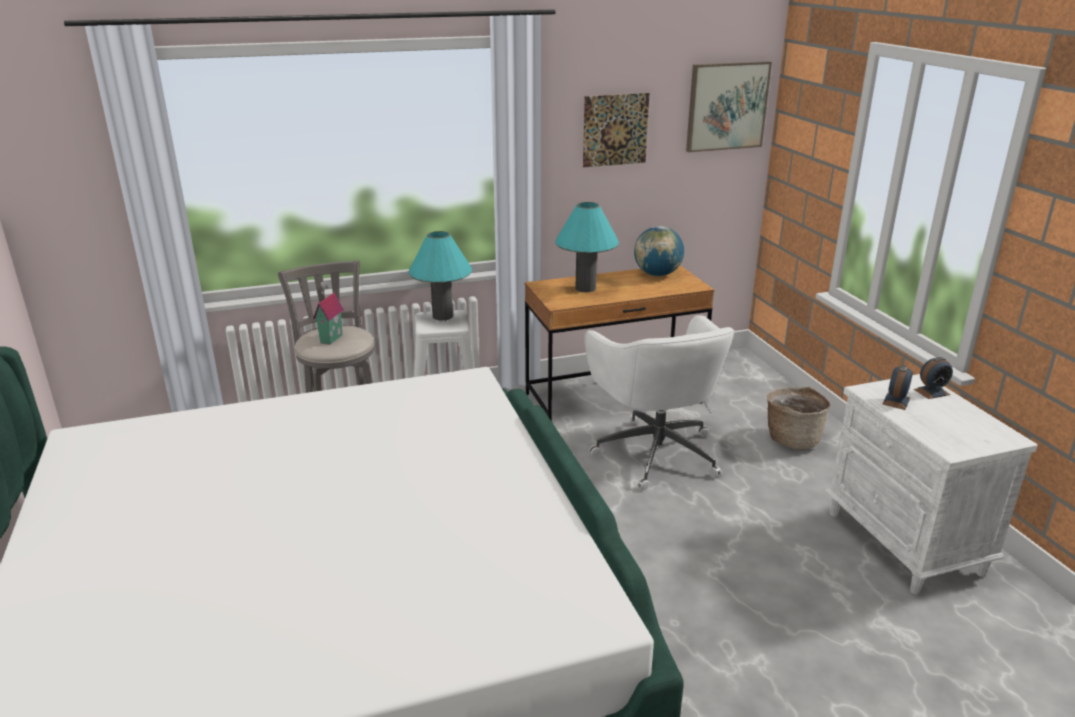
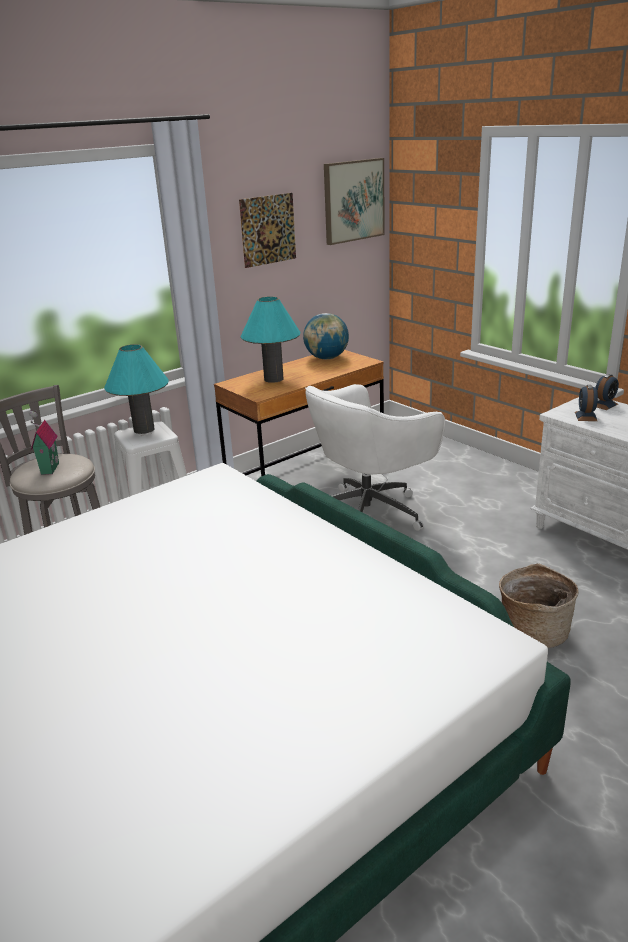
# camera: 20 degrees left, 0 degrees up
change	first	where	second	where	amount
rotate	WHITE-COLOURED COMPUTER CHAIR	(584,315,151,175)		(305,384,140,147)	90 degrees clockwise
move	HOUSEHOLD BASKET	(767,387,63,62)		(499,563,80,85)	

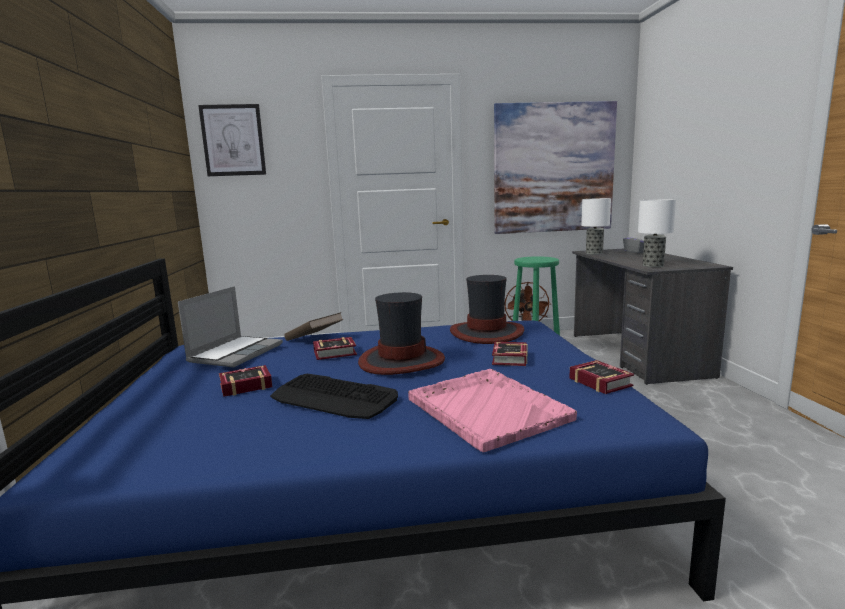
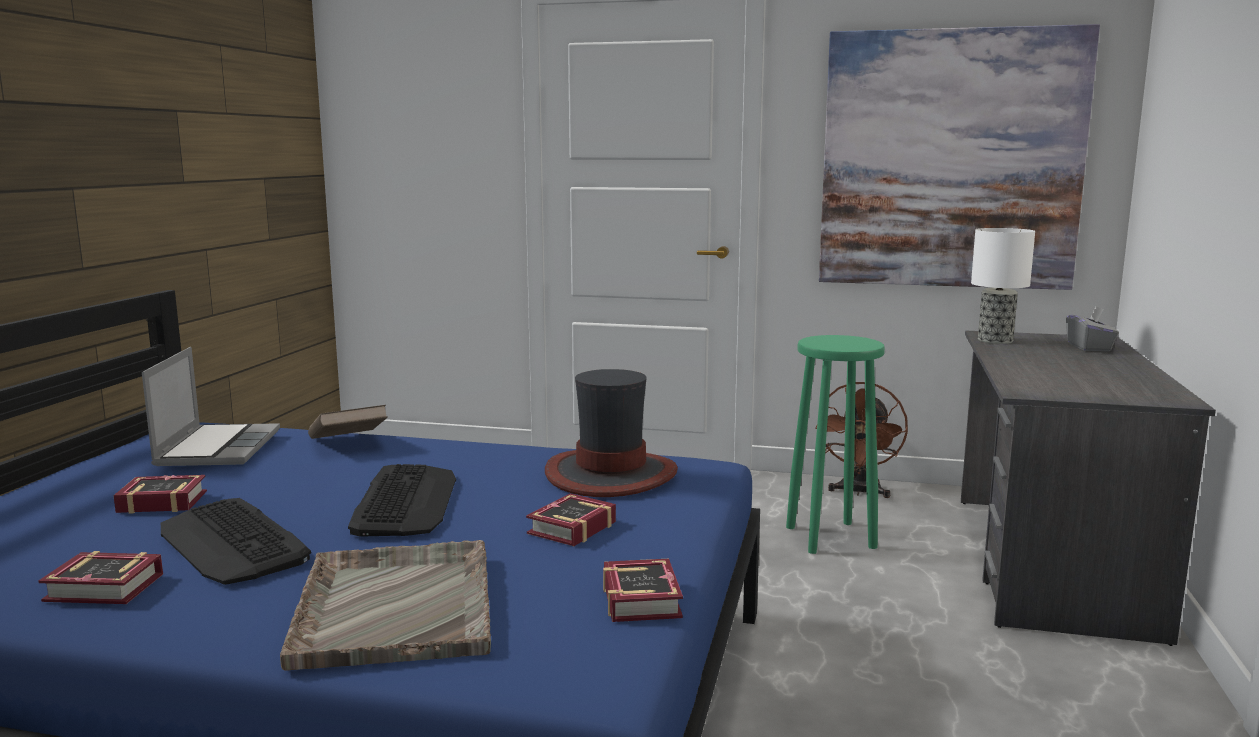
# camera: 20 degrees right, 0 degrees up
change	first	where	second	where	amount
move	BOUND BOOK	(313,337,44,23)		(38,551,125,53)	
rotate	LAPTOP	(178,286,105,82)		(142,347,138,119)	45 degrees counterclockwise
recolor	PINKISH CARRYING TRAY	(408,369,169,83)	GRAY CARRYING TRAY	(280,540,211,131)	
replace	CLOTHING HAT	(358,292,87,83)	KEYBOARD	(348,464,108,73)	
delete	WALL ART	(198,104,68,72)			
delete	TABLETOP LAMP	(638,199,38,68)			

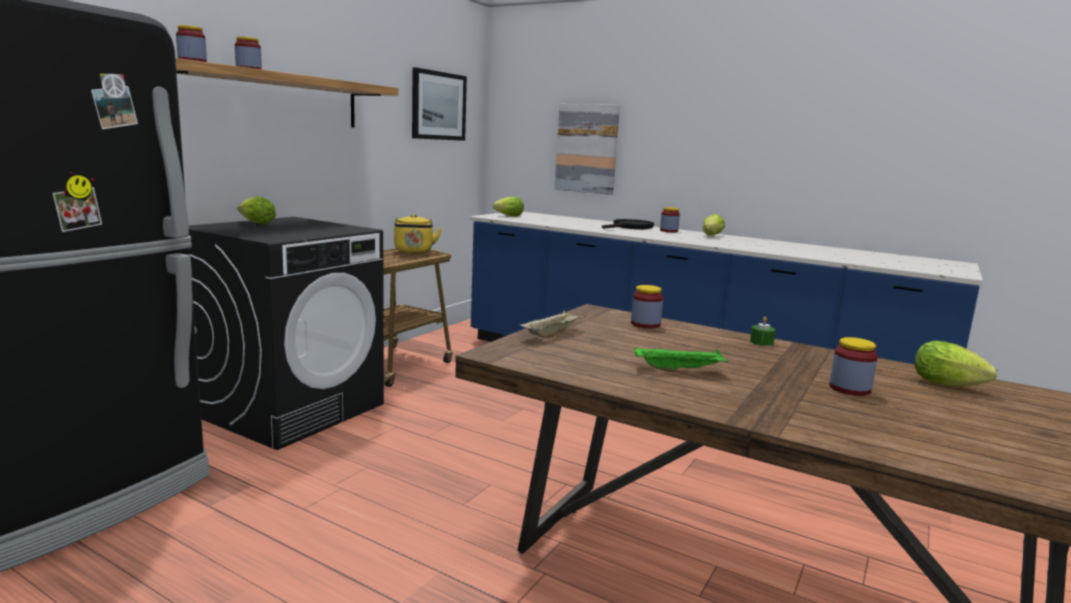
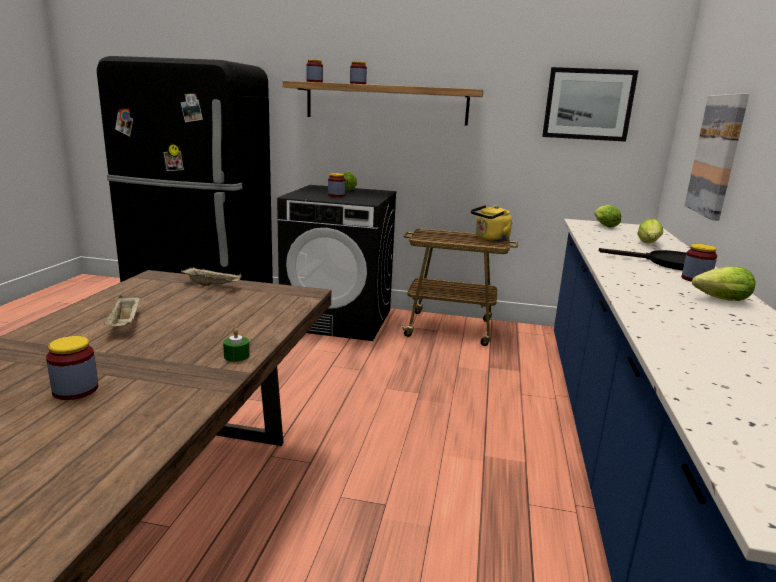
# camera: 70 degrees right, 5 degrees up
change	first	where	second	where	amount
recolor	GREEN-COLOURED CARRYING TRAY	(634,347,95,26)	BEIGE-COLOURED CARRYING TRAY	(104,295,36,31)	
move	JAR	(631,285,32,43)		(328,173,17,24)	
move	HEAD OF LETTUCE	(915,341,83,46)		(637,218,26,25)	

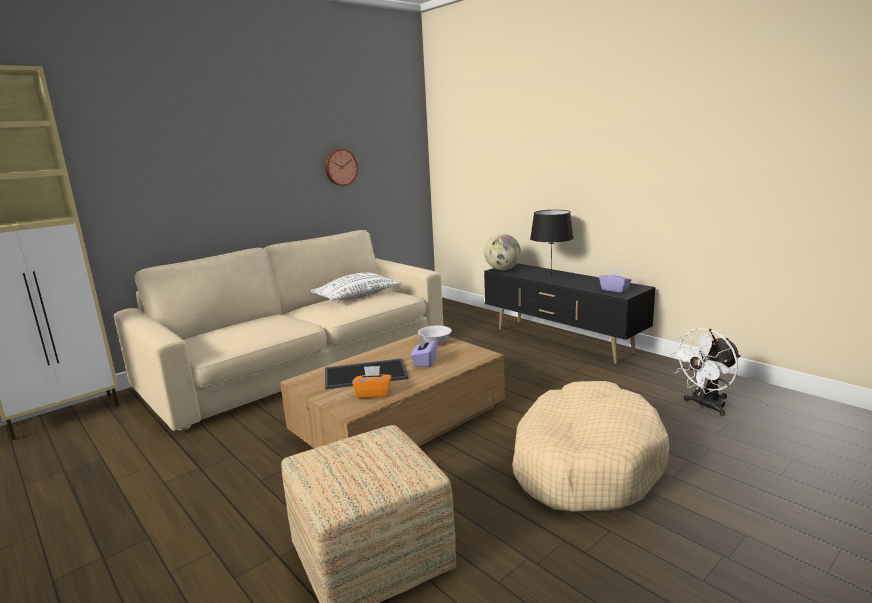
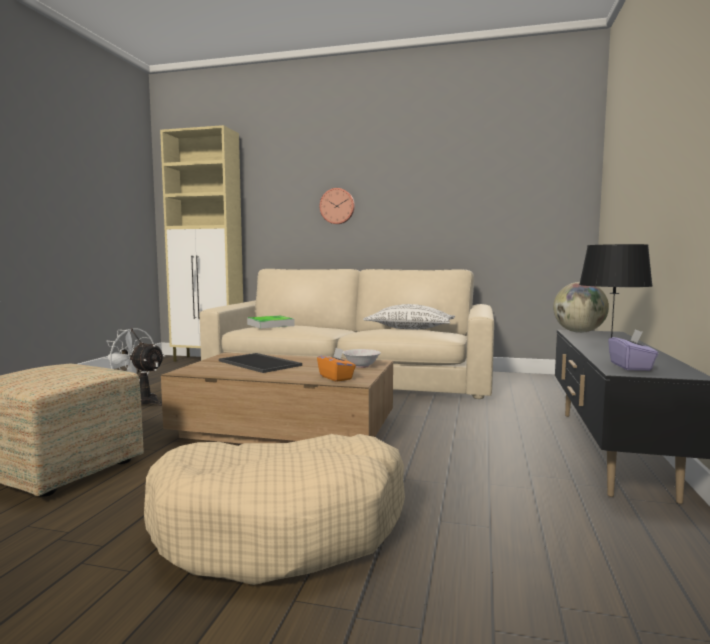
# camera: 55 degrees right, 10 degrees down
change	first	where	second	where	amount
move	WHITE-COLOURED ELECTRIC FAN	(670,328,71,88)		(102,328,63,78)	
insert			CARRYING TRAY	(247,316,48,13)	
move	ORANGEY BOX OF TISSUES	(352,366,40,32)		(317,348,39,34)	
move	WALL CLOCK	(325,149,33,37)		(319,188,36,36)	
delete	PURPLE-COLOURED BOX OF TISSUES	(411,336,26,31)			

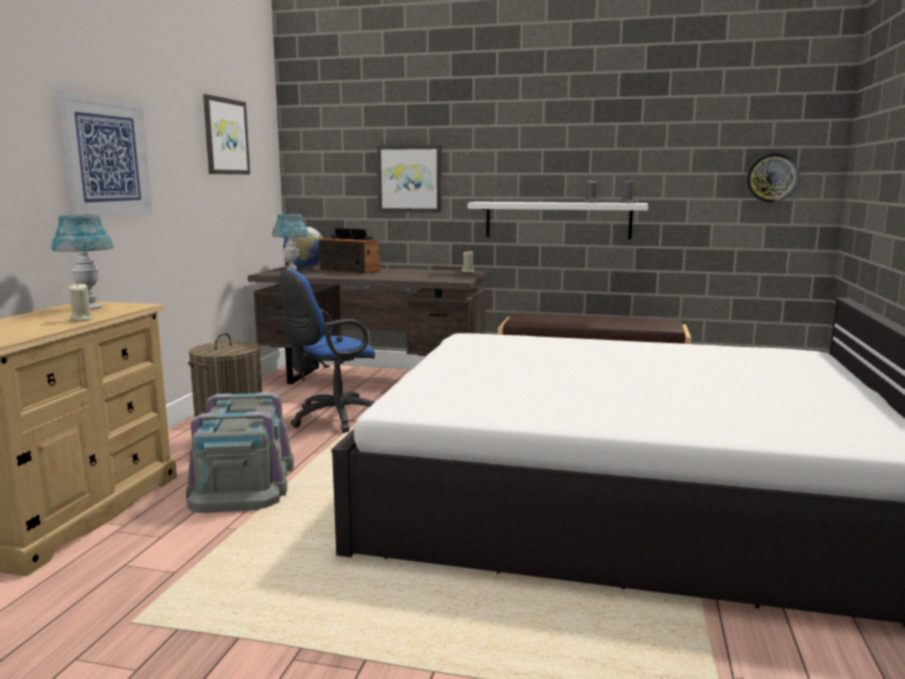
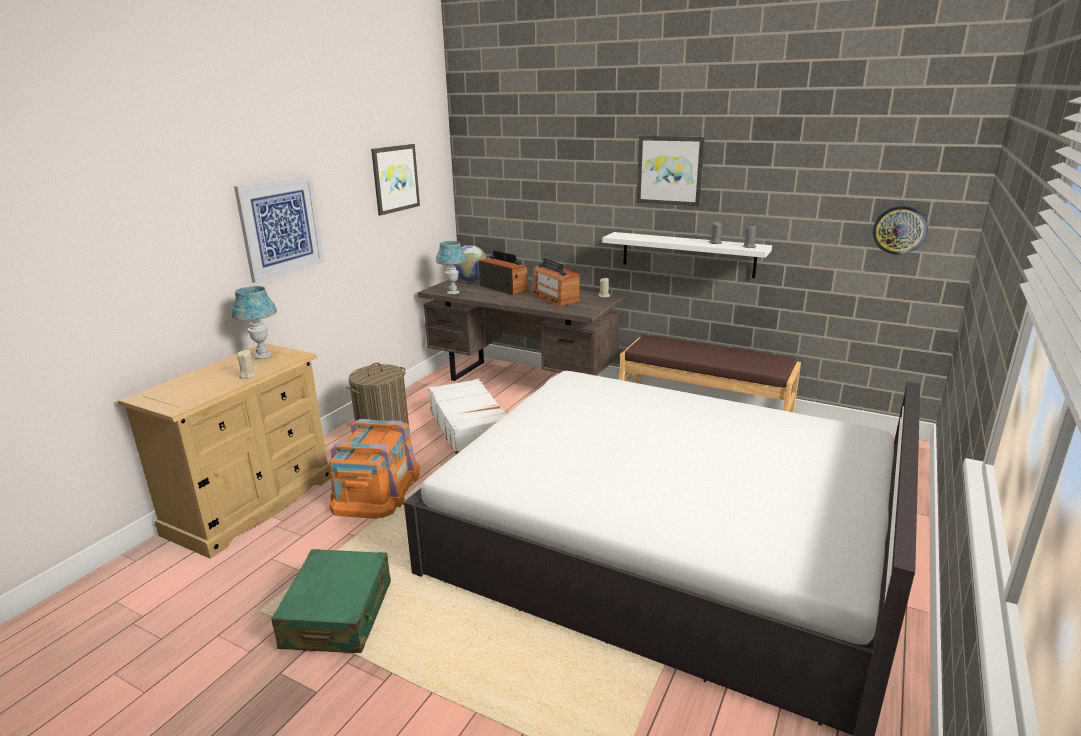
# camera: 15 degrees right, 10 degrees up
change	first	where	second	where	amount
insert			GREEN-COLOURED SUITCASE	(271,549,120,104)	
recolor	GRAY STORAGE CONTAINER	(186,392,108,121)	ORANGEY STORAGE CONTAINER	(329,419,91,100)	
replace	BLUISH COMPUTER CHAIR	(280,269,95,164)	WHITE-COLOURED SUITCASE	(428,379,79,75)	
insert			RADIO RECEIVER	(532,258,48,49)	
move	WALL ART	(377,145,65,67)		(637,136,68,70)	

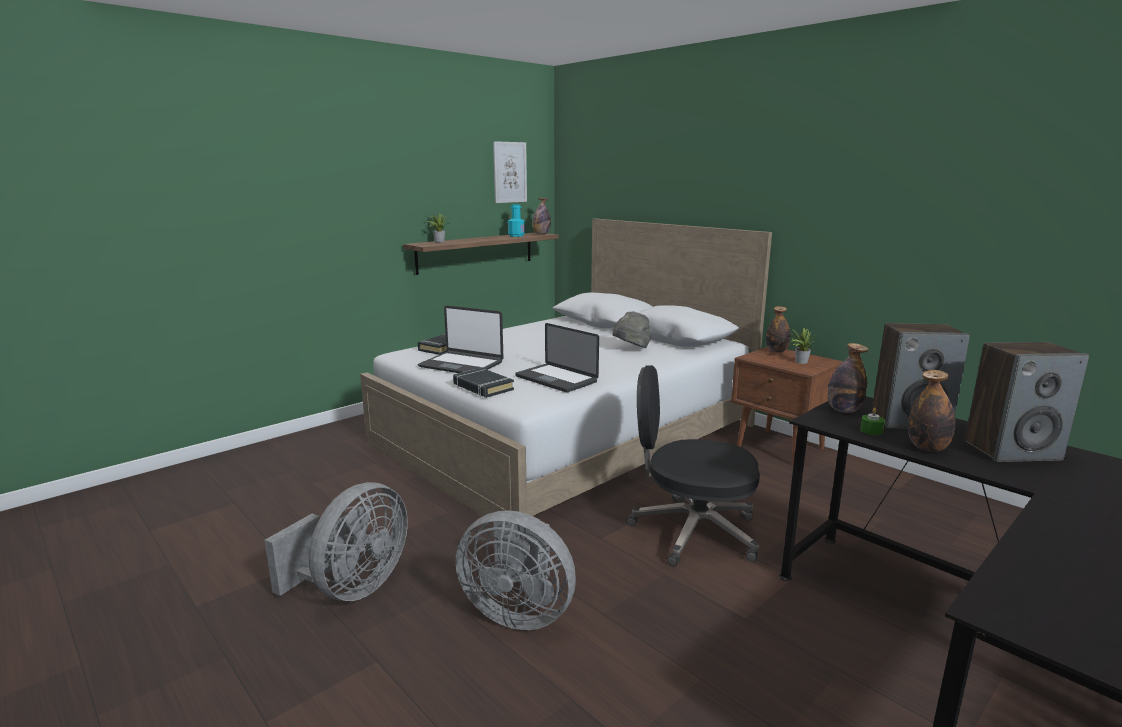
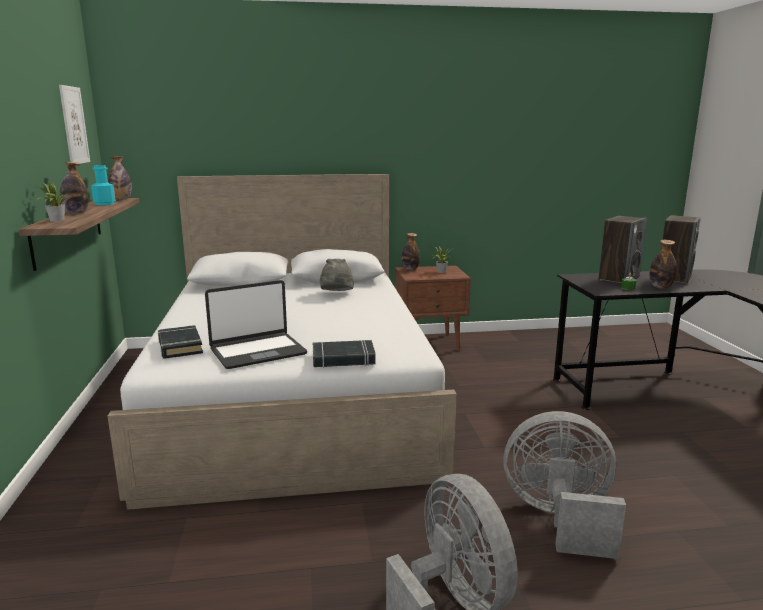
# camera: 55 degrees left, 0 degrees up
change	first	where	second	where	amount
move	BEVERAGE BOTTLE	(828,343,40,70)		(60,162,29,51)	
rotate	GRAY ELECTRIC FAN	(456,510,120,120)		(503,411,123,148)	135 degrees counterclockwise
delete	LAPTOP	(515,323,84,70)			
delete	BLACK COMPUTER CHAIR	(626,365,134,202)			

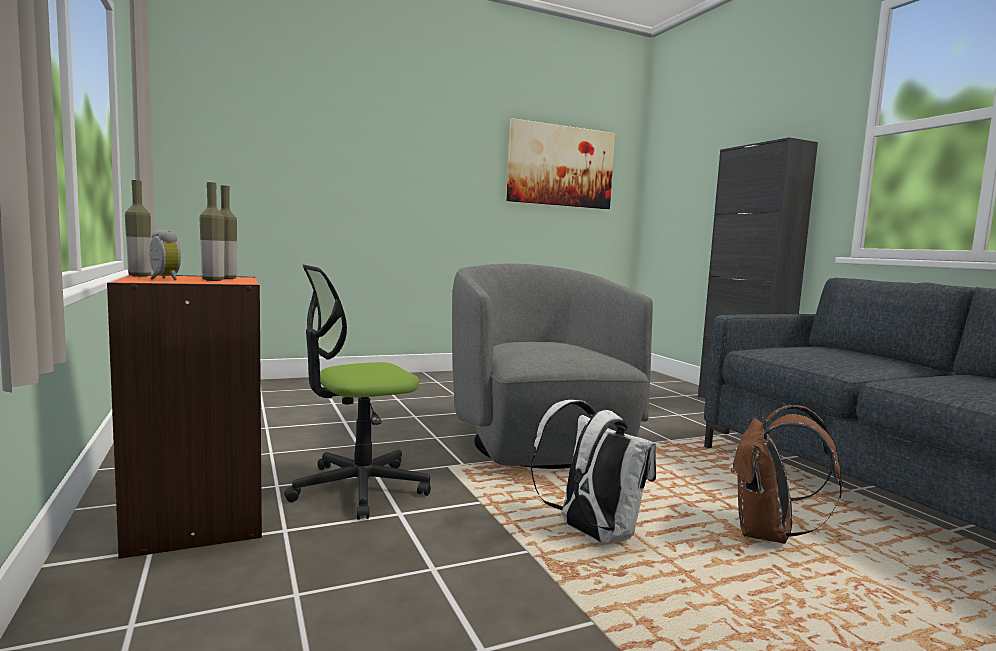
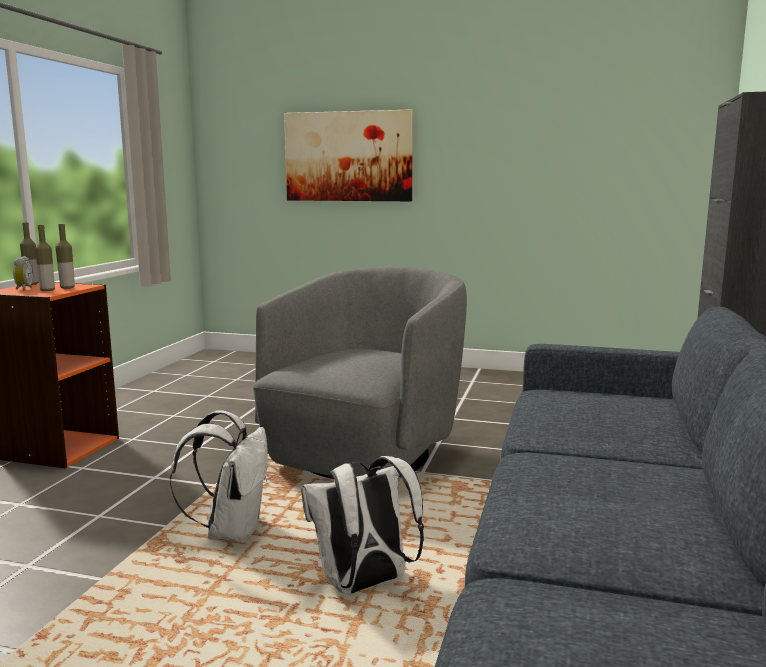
# camera: 40 degrees right, 5 degrees up
change	first	where	second	where	amount
move	WALL ART	(506,118,109,91)		(284,109,129,92)	
recolor	BROWN KNAPSACK	(731,405,112,139)	WHITE-COLOURED KNAPSACK	(301,456,123,138)	
delete	COMPUTER CHAIR	(284,265,147,255)			

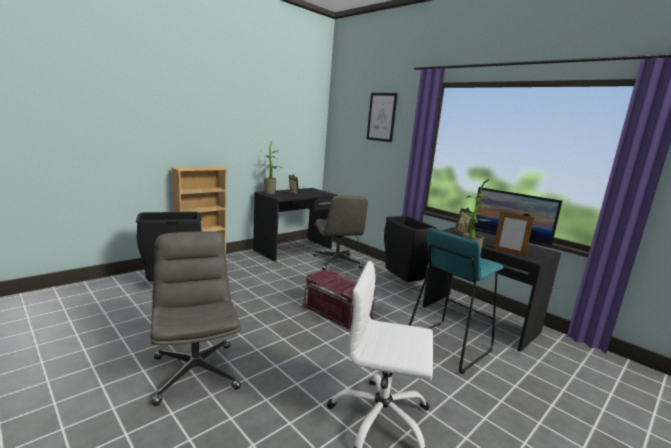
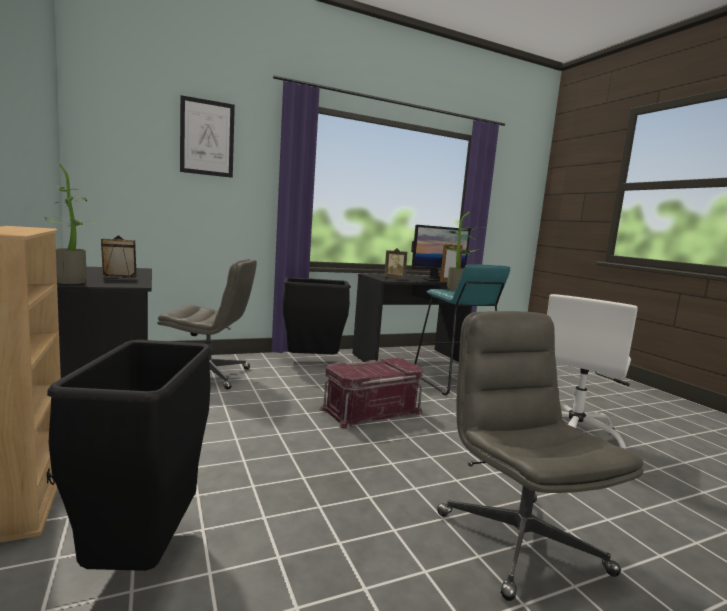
# camera: 70 degrees left, 5 degrees down
change	first	where	second	where	amount
rotate	GRAY COMPUTER CHAIR	(150,231,91,175)		(437,311,207,290)	75 degrees clockwise

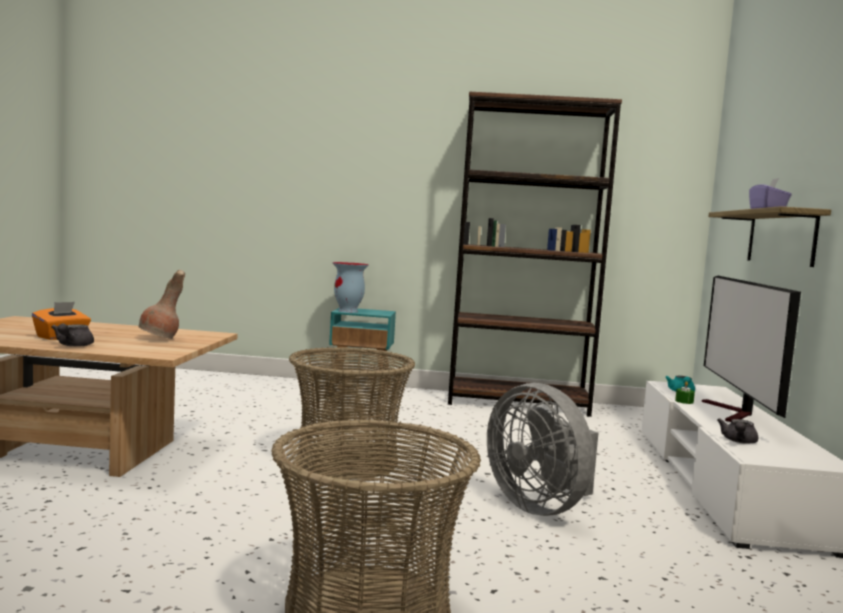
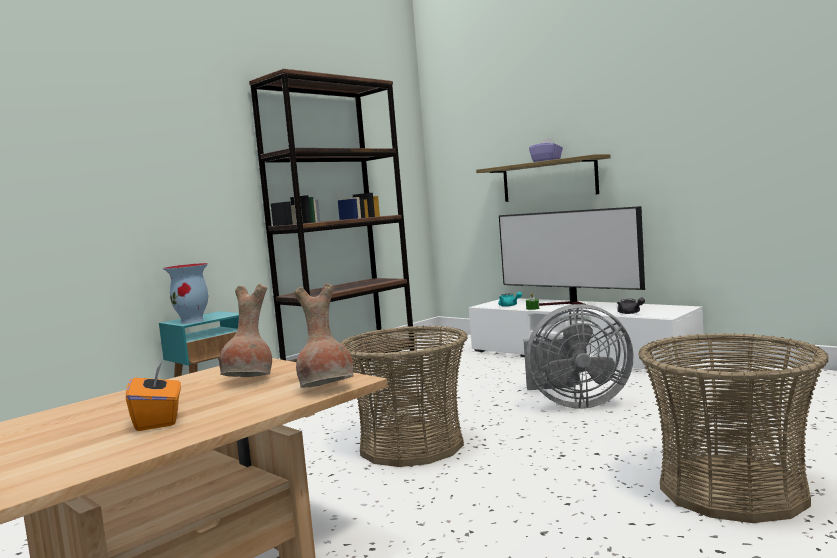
# camera: 50 degrees left, 0 degrees up
change	first	where	second	where	amount
insert			BROWN FLOWER VASE	(294,283,59,105)	
delete	GRAY TEAPOT	(51,323,43,24)			

